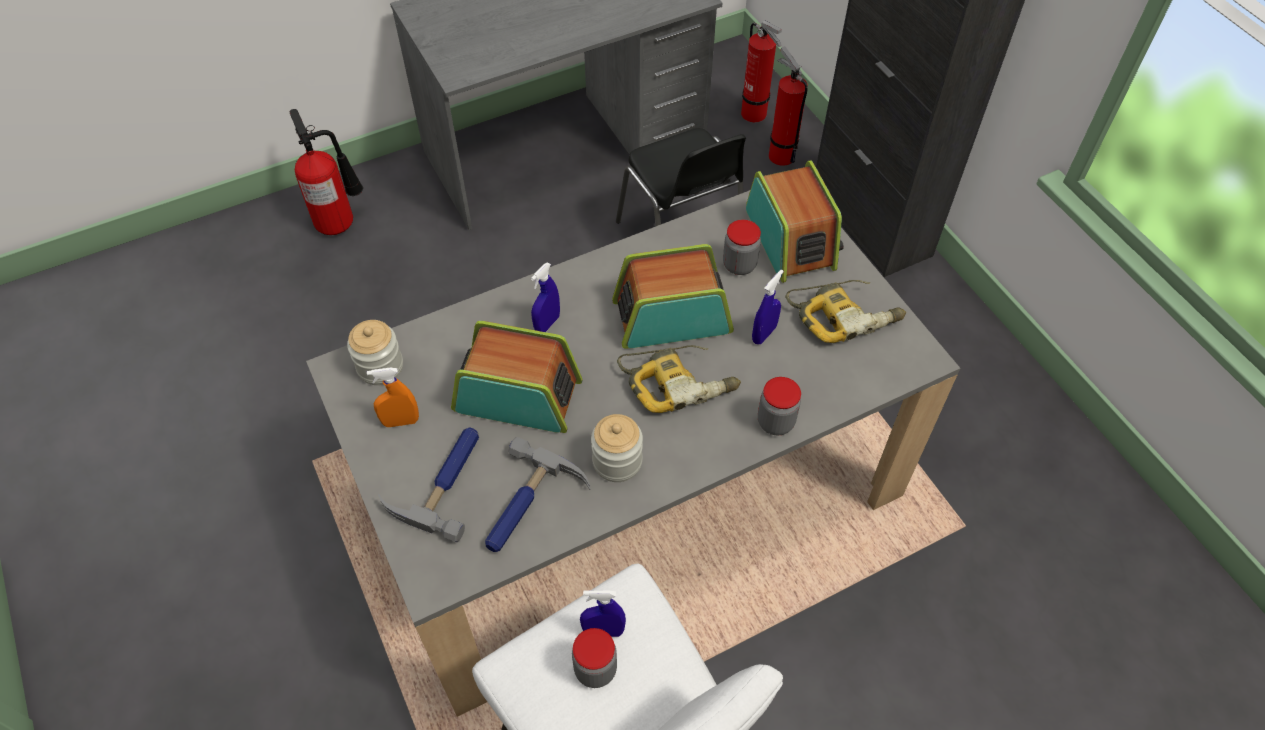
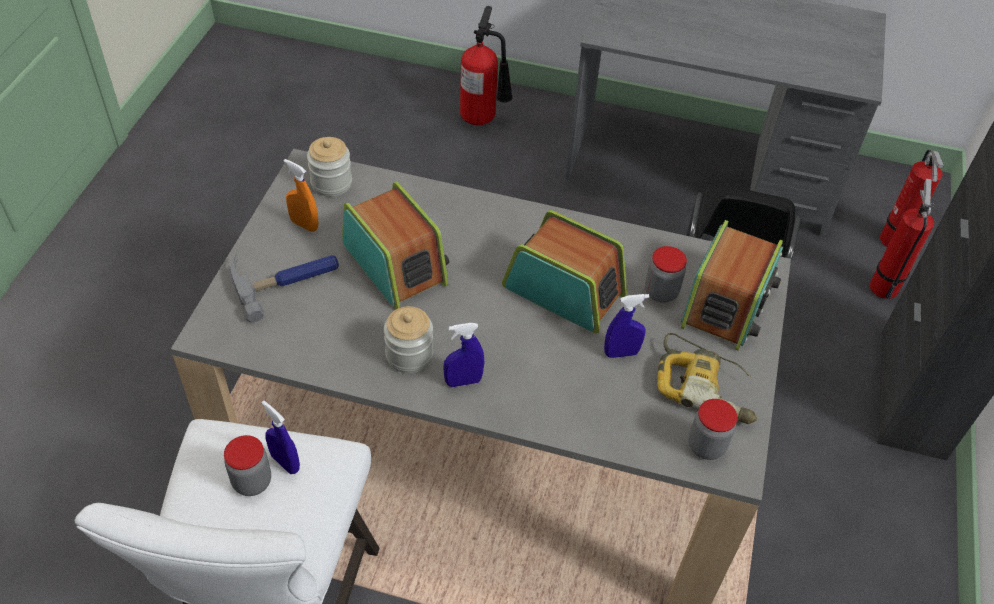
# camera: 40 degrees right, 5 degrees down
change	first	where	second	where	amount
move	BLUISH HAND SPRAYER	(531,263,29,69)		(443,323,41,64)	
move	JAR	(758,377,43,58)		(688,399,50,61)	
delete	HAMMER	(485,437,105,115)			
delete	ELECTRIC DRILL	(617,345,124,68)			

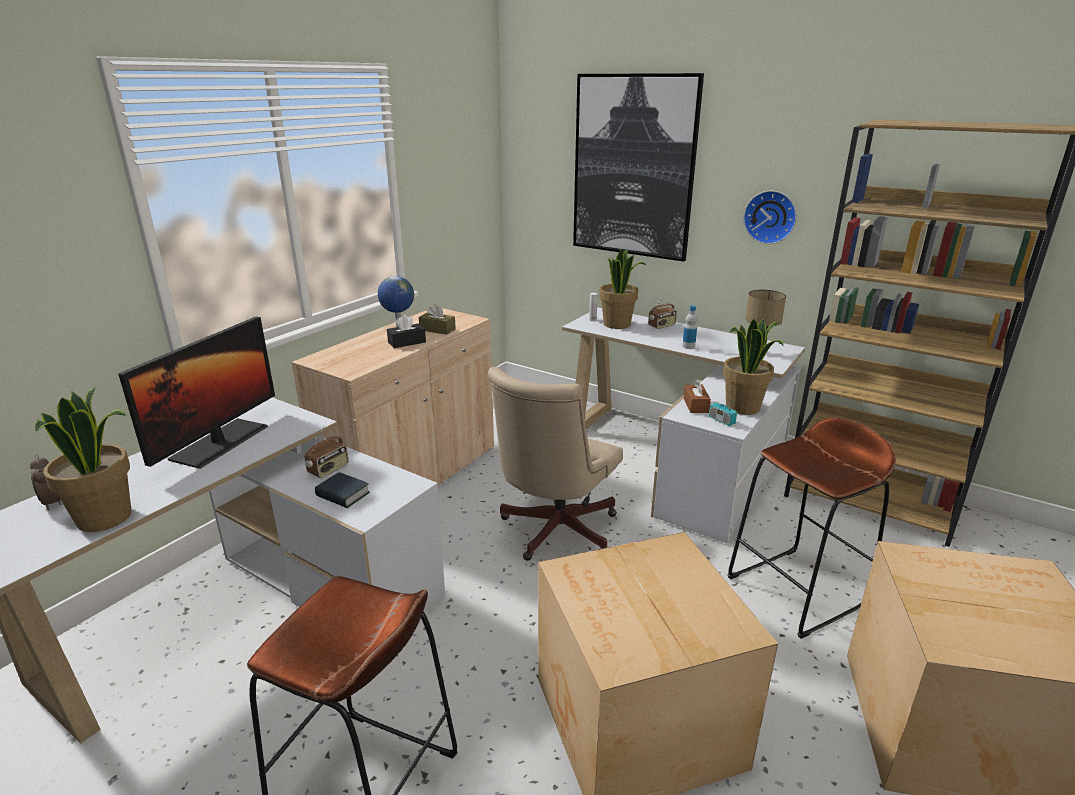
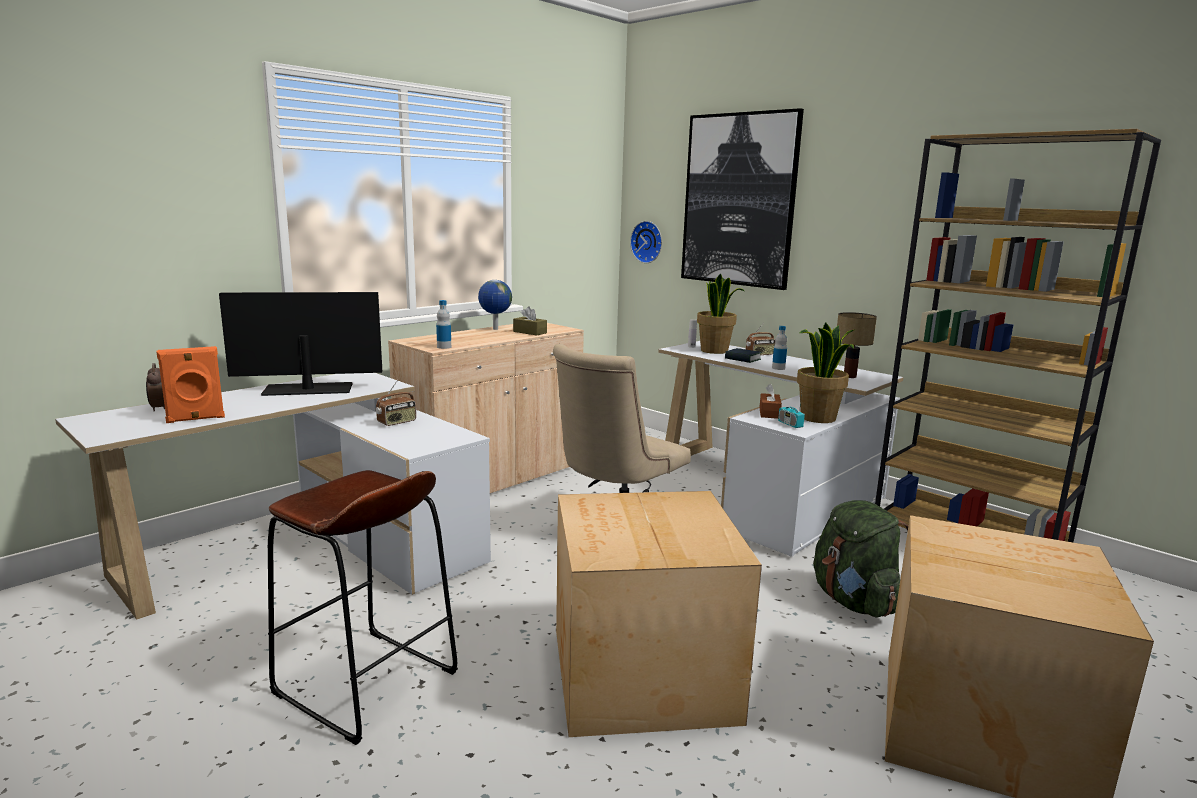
# camera: 10 degrees right, 10 degrees down
change	first	where	second	where	amount
replace	POTTED PLANT	(35,387,96,145)	ORANGEY AUDIO SPEAKER	(156,346,69,77)	
rotate	MONITOR	(118,317,157,152)		(219,292,163,104)	135 degrees counterclockwise
insert			BEVERAGE BOTTLE	(436,300,15,49)	
move	WALL CLOCK	(743,191,54,53)		(630,221,32,42)	
move	BOUND BOOK	(315,472,55,36)		(725,348,36,15)	
replace	BROWN SITTING STOOL	(727,417,169,222)	GREEN-COLOURED KNAPSACK	(814,500,95,118)	
delete	BLACK BOX OF TISSUES	(387,315,39,33)			

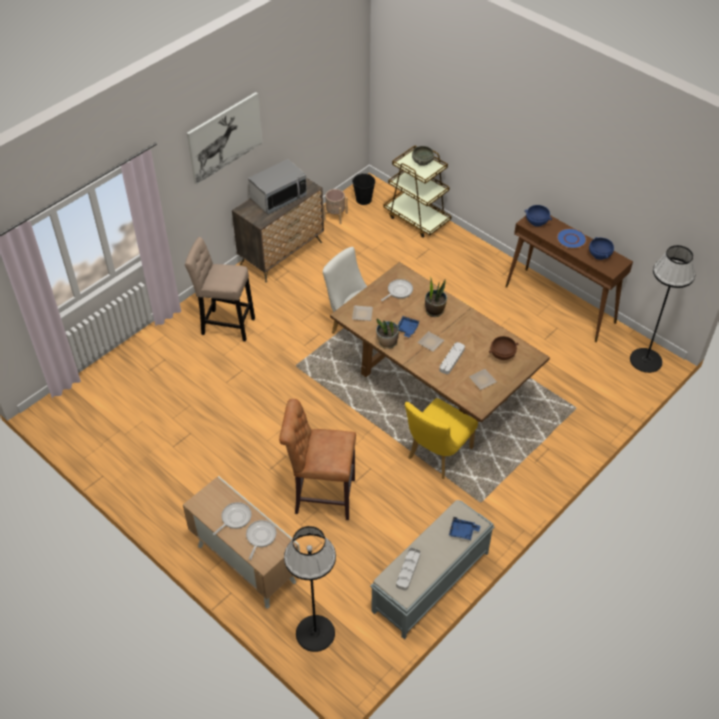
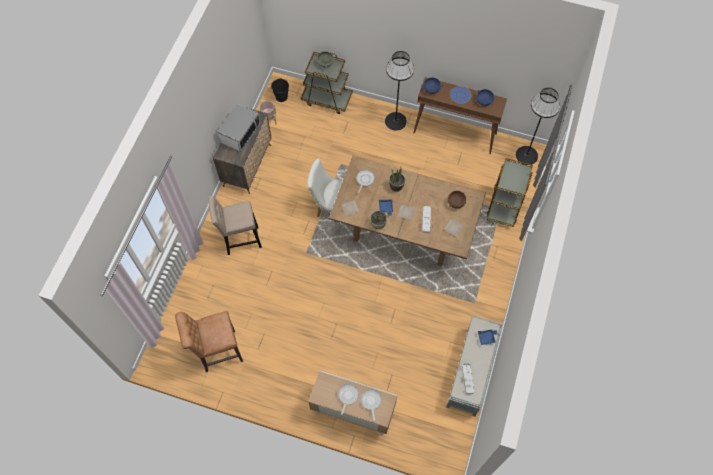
# camera: 25 degrees left, 15 degrees up
change	first	where	second	where	amount
move	BROWN SITTING STOOL	(279,399,77,121)		(175,311,68,61)	
move	BLACK STANDING LAMP	(284,526,52,126)		(385,51,29,79)	
insert			BROWN TROLLEY	(486,158,47,69)	
delete	WALL ART	(187,92,75,93)			
delete	YELLOWISH CHAIR	(405,398,73,81)			

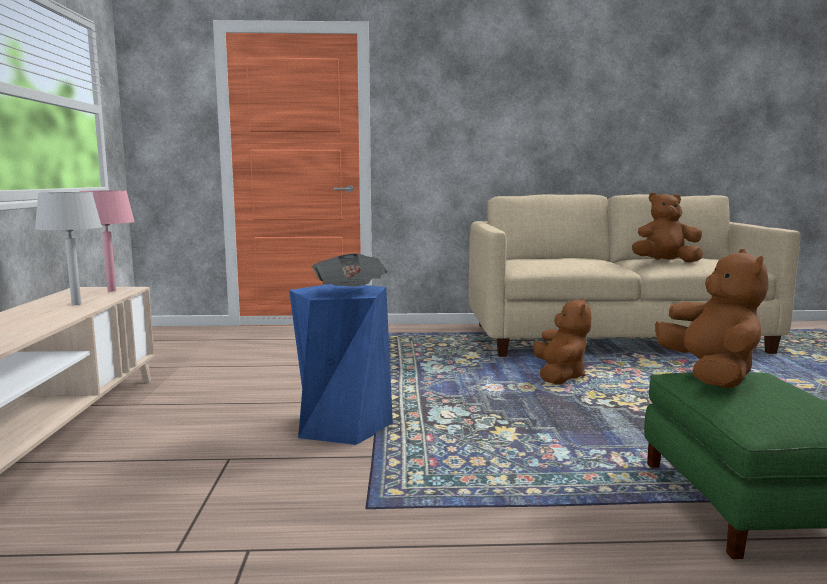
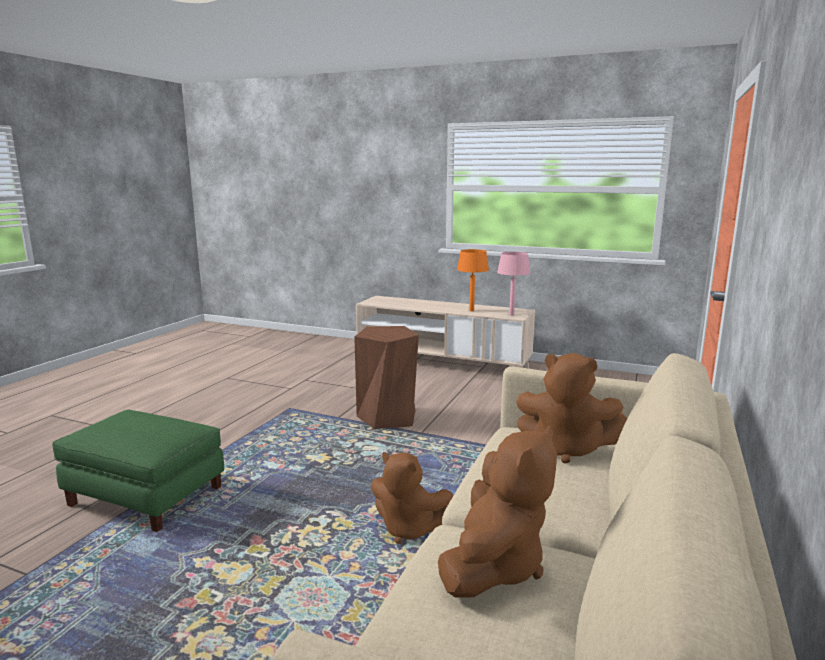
# camera: 115 degrees right, 5 degrees up
change	first	where	second	where	amount
recolor	BLUISH SITTING STOOL	(289,284,104,161)	BROWN SITTING STOOL	(354,326,65,103)	
recolor	GRAY TABLETOP LAMP	(35,192,67,113)	ORANGEY TABLETOP LAMP	(457,249,32,62)	
move	BROWN SOFT TOY	(655,249,113,139)		(516,353,111,110)	
delete	PRINTED PAPER	(312,253,75,34)			

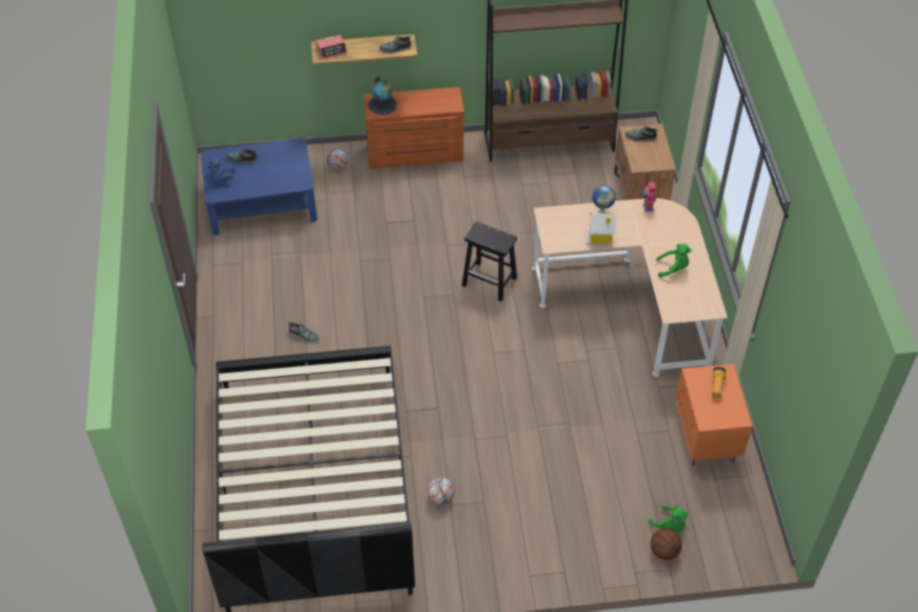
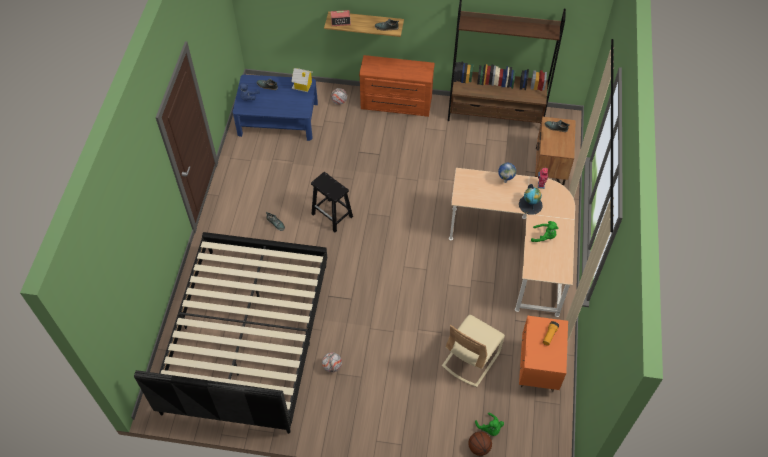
# camera: 15 degrees right, 5 degrees up
change	first	where	second	where	amount
move	TOY HOUSE	(585,213,31,32)		(291,68,21,24)	
move	BLACK SITTING STOOL	(462,221,55,81)		(311,172,42,60)	
insert			BEIGE-COLOURED CHAIR	(442,315,63,72)	
move	GLOBE	(368,77,29,38)		(519,184,24,31)	

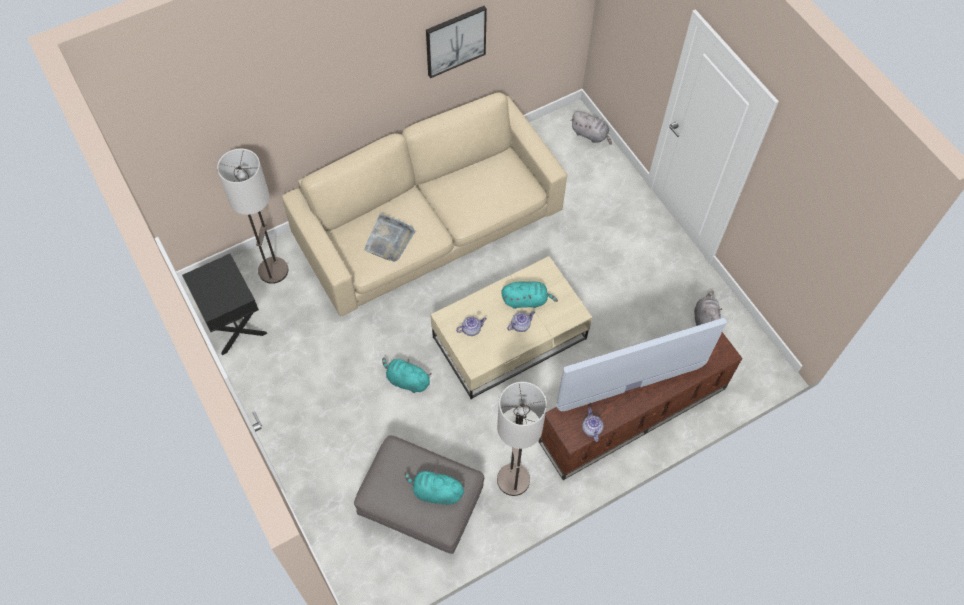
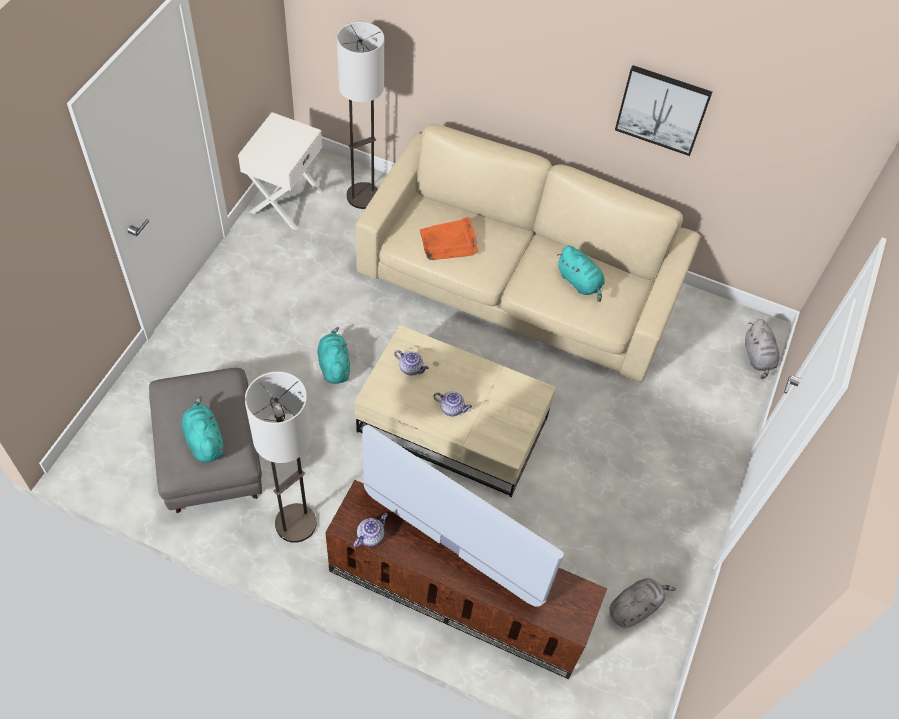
# camera: 50 degrees right, 5 degrees down
change	first	where	second	where	amount
recolor	BLACK BEDSIDE TABLE	(182,254,85,101)	WHITE-COLOURED BEDSIDE TABLE	(238,112,85,118)	
recolor	GRAY CARRYING TRAY	(364,214,51,48)	ORANGEY CARRYING TRAY	(420,217,58,43)	
move	TURQUOISE SOFT TOY	(501,281,57,28)		(557,246,48,56)	

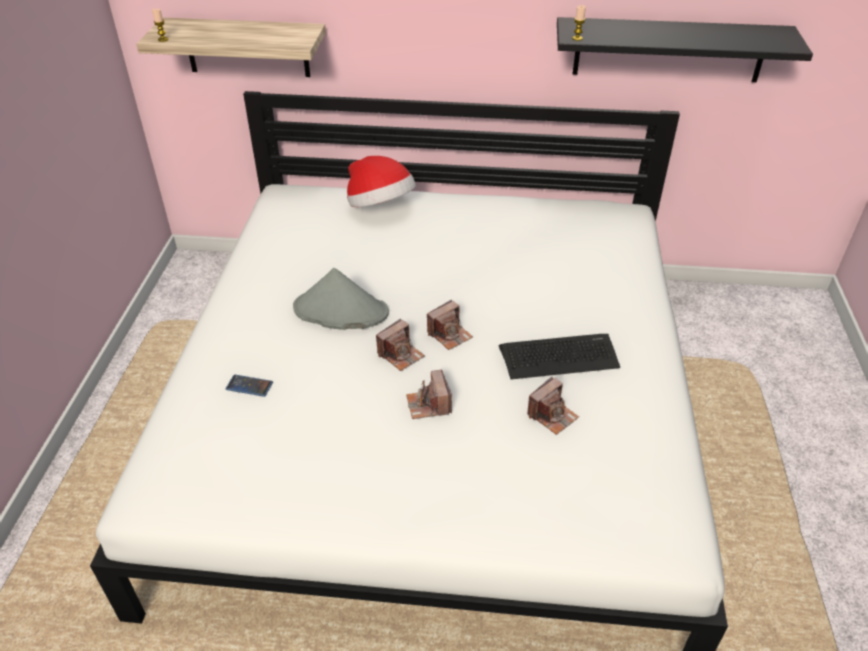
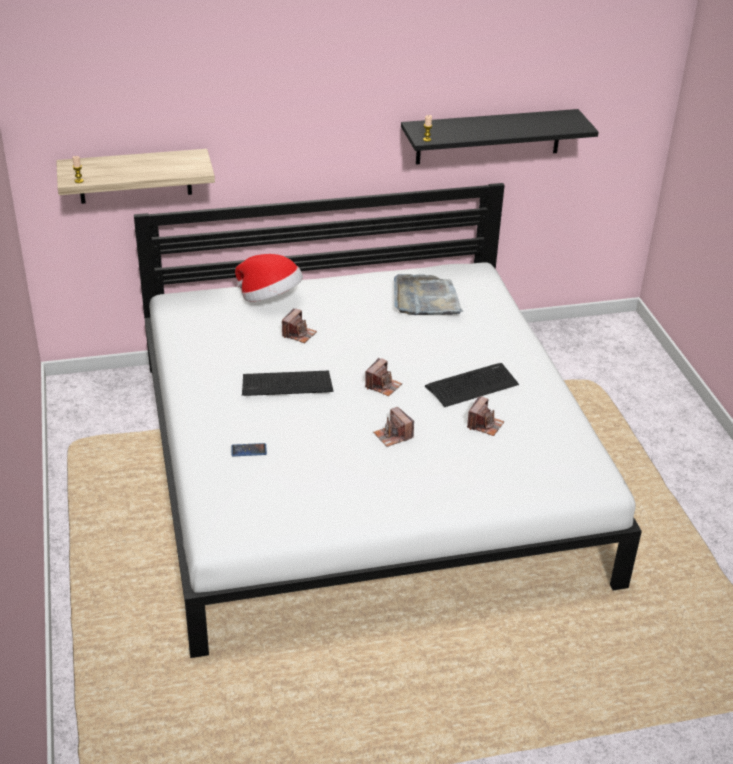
# camera: 20 degrees left, 5 degrees down
change	first	where	second	where	amount
replace	GRAY CLOTHING HAT	(293,268,96,62)	KEYBOARD	(242,371,92,25)	
move	STILL CAMERA	(376,319,49,52)		(282,308,35,35)	
insert			GRAY CARRYING TRAY	(394,274,69,41)	

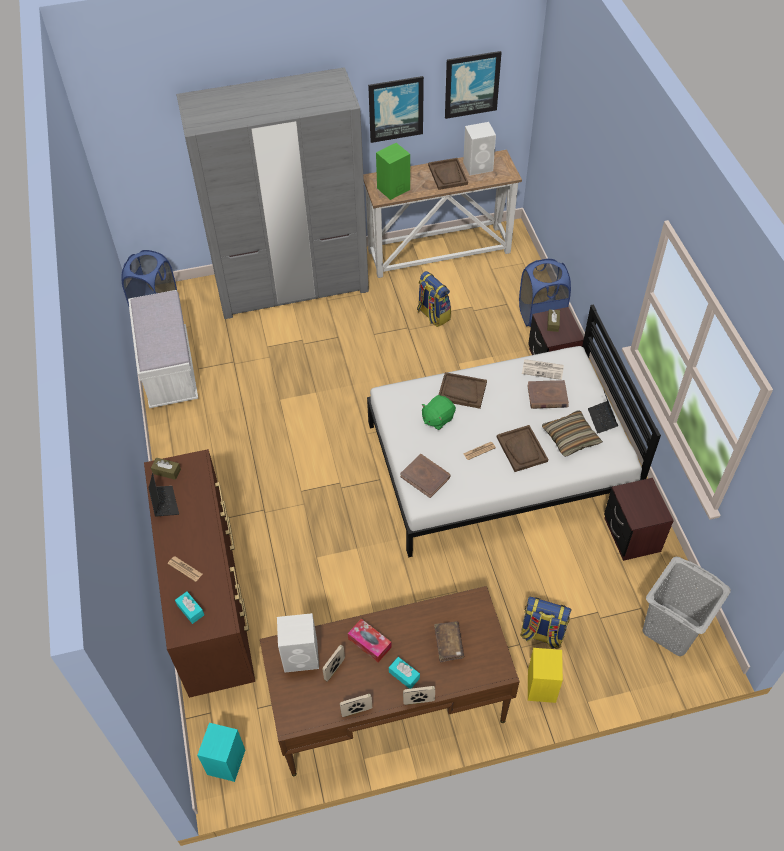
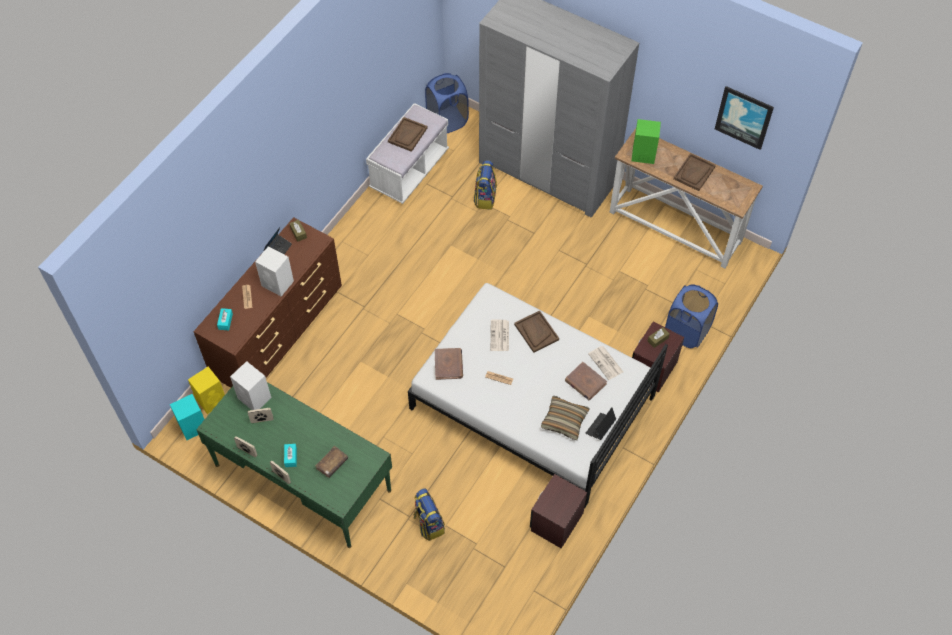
# camera: 45 degrees right, 5 degrees up
change	first	where	second	where	amount
move	YELLOWISH AUDIO SPEAKER	(528,648,35,55)		(188,367,37,47)	
recolor	BROWN DESK	(260,586,260,190)	GREEN-COLOURED DESK	(196,382,196,166)	
move	WHITE-COLOURED AUDIO SPEAKER	(463,122,33,53)		(255,246,39,50)	
move	BROWN CARRYING TRAY	(497,425,51,47)		(388,117,39,35)	
move	KNAPSACK	(417,271,34,56)		(474,160,23,50)	
replace	GREEN-COLOURED SOFT TOY	(421,395,35,35)	PRINTED PAPER	(490,320,19,31)	
delete	BOX OF TISSUES	(348,619,44,43)			
delete	WALL ART	(368,76,56,67)			
delete	GRAY LAUNDRY BASKET	(642,557,89,99)			

